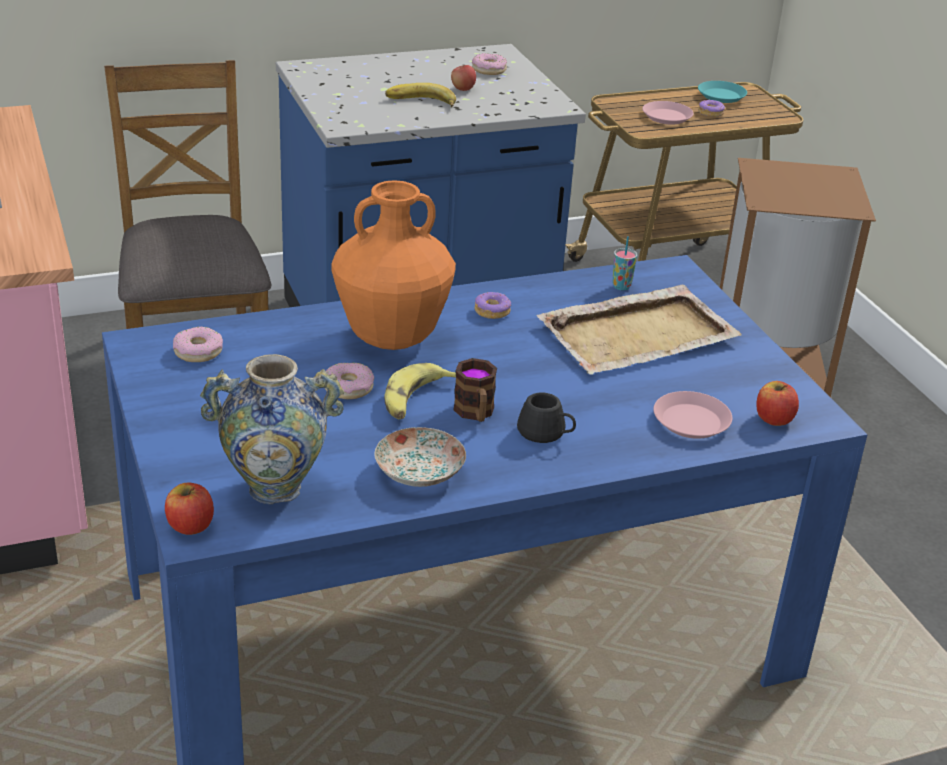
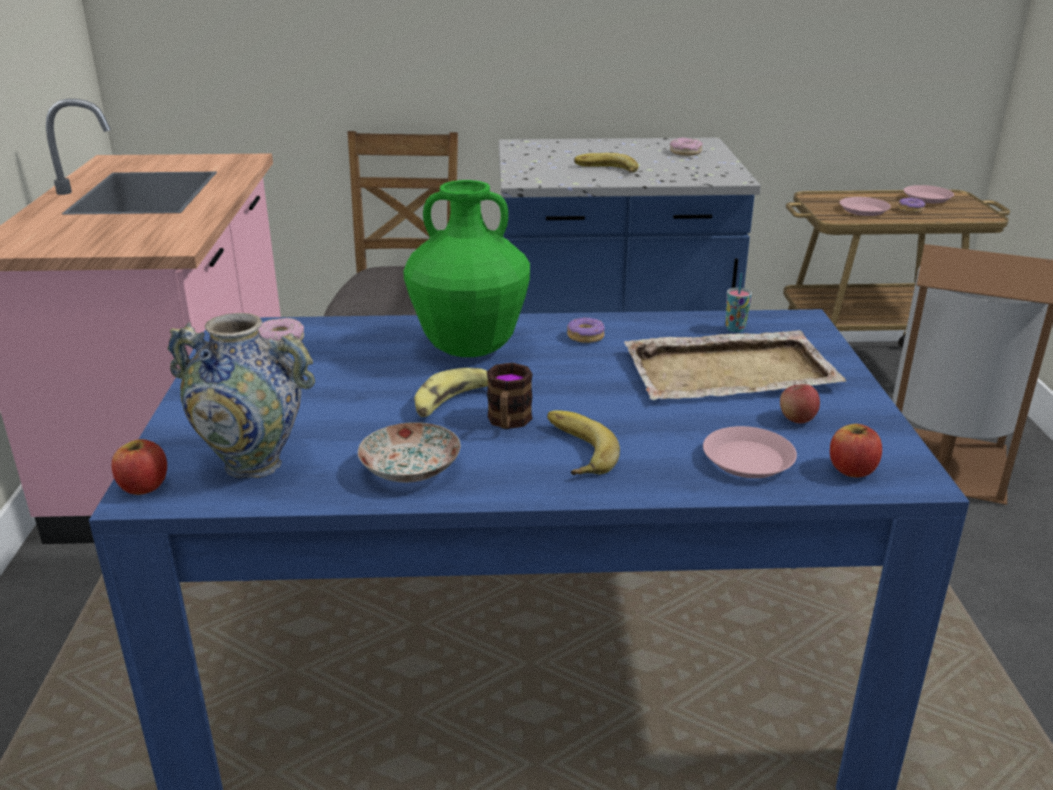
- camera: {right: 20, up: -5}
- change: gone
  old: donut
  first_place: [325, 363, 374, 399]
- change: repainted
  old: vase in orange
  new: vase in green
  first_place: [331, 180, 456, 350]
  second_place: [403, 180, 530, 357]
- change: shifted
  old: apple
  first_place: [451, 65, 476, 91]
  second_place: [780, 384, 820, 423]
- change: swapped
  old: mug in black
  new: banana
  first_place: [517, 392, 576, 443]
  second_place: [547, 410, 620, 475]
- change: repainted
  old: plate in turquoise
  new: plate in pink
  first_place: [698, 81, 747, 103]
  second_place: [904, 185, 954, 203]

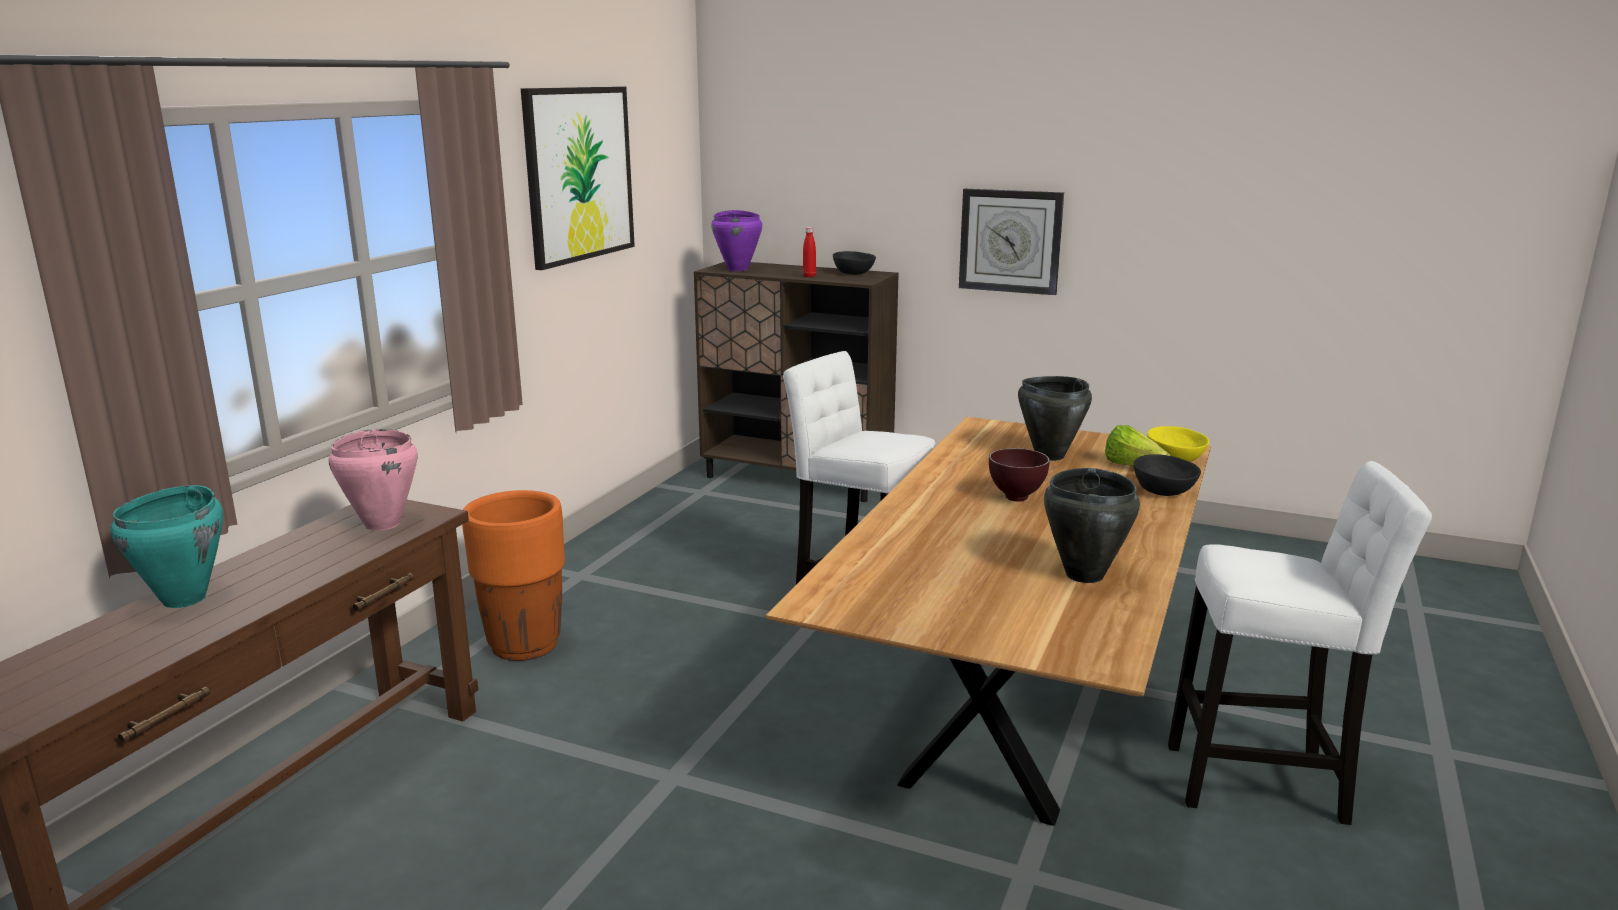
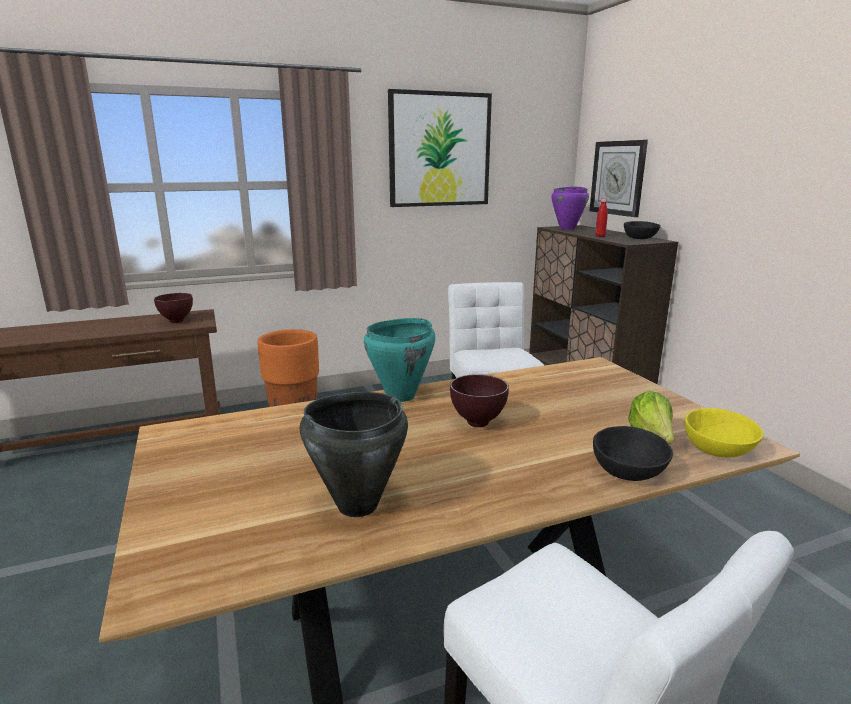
- camera: {right: 45, up: 0}
- change: shifted
  old: cooking pot in turquoise
  first_place: [110, 485, 223, 608]
  second_place: [364, 318, 435, 402]
- change: swapped
  old: cooking pot in pink
  new: bowl in brown
  first_place: [328, 429, 417, 531]
  second_place: [154, 293, 193, 323]
- change: shifted
  old: wall clock
  first_place: [959, 189, 1064, 295]
  second_place: [590, 140, 648, 217]
- change: gone
  old: cooking pot in black
  first_place: [1018, 376, 1092, 461]

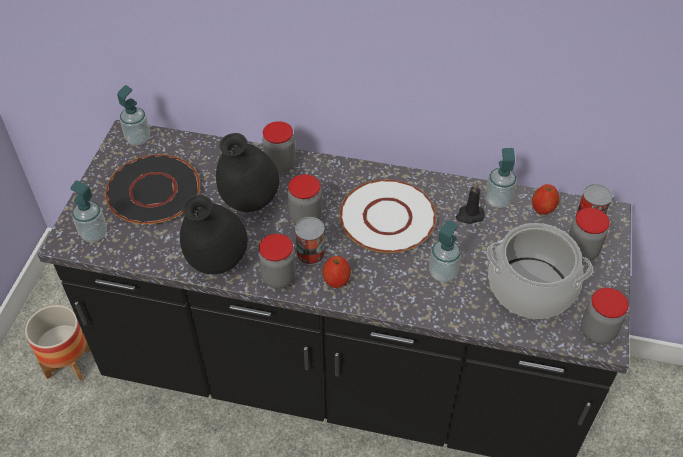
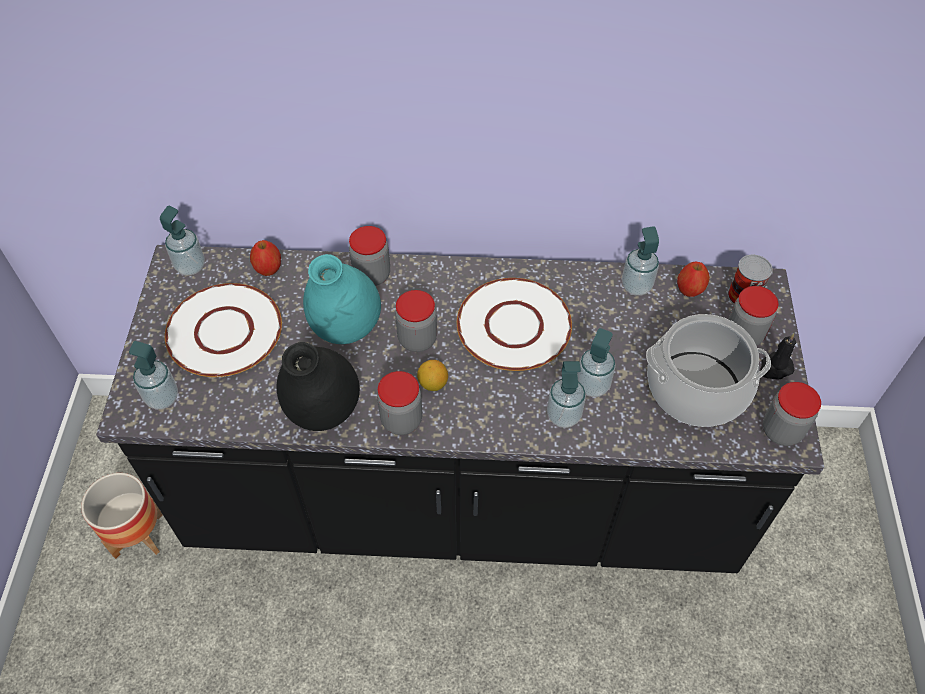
- camera: {right: -10, up: 5}
- change: repainted
  old: plate in black
  new: plate in white
  first_place: [105, 155, 200, 224]
  second_place: [165, 283, 282, 377]
- change: repainted
  old: vase in black
  new: vase in turquoise
  first_place: [216, 133, 279, 212]
  second_place: [303, 254, 381, 344]
- change: swapped
  old: can
  new: lemon
  first_place: [295, 217, 325, 265]
  second_place: [417, 360, 448, 391]
- change: shifted
  old: apple
  first_place: [323, 256, 351, 288]
  second_place: [250, 240, 281, 276]
- change: shifted
  old: candle in black
  first_place: [456, 183, 485, 224]
  second_place: [760, 333, 796, 380]
- change: new
  new: soap dispenser
  second_place: [547, 361, 586, 428]

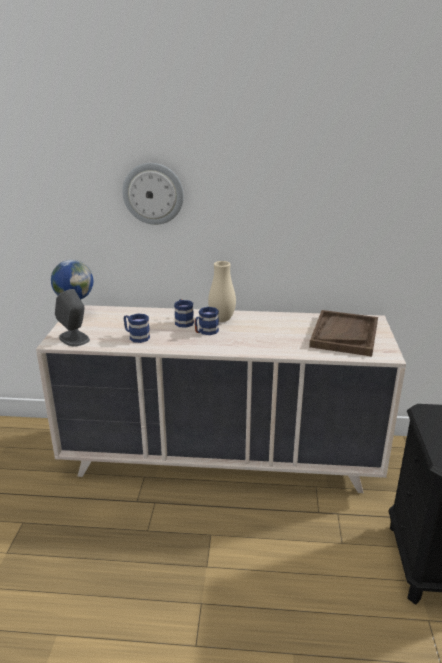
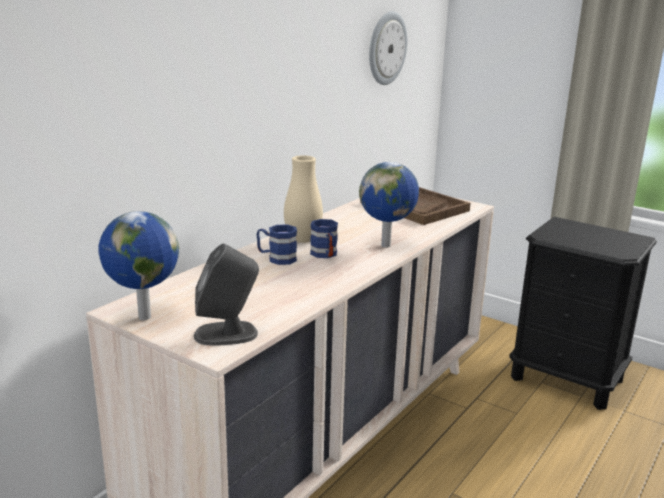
- camera: {right: -60, up: -5}
- change: shifted
  old: wall clock
  first_place: [122, 163, 184, 225]
  second_place: [369, 11, 407, 85]
- change: gone
  old: mug in blue
  first_place: [124, 314, 150, 343]
- change: new
  new: globe
  second_place: [359, 162, 419, 248]

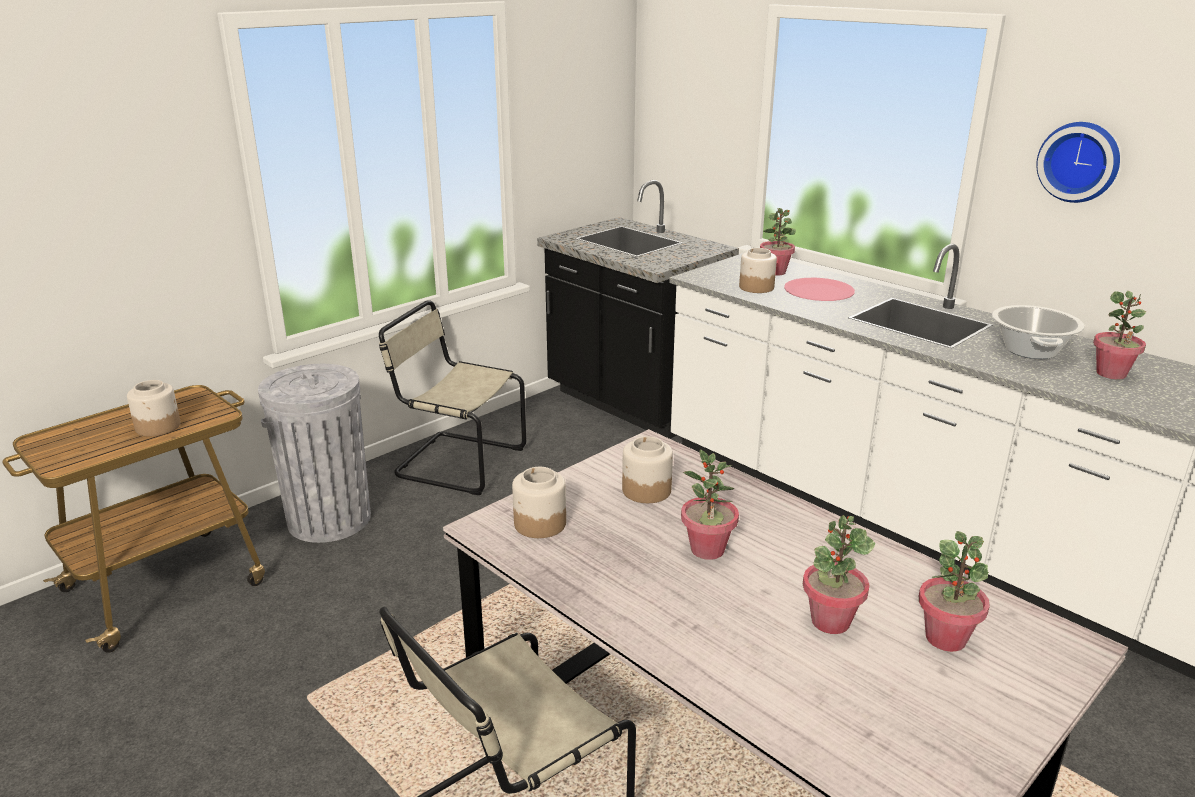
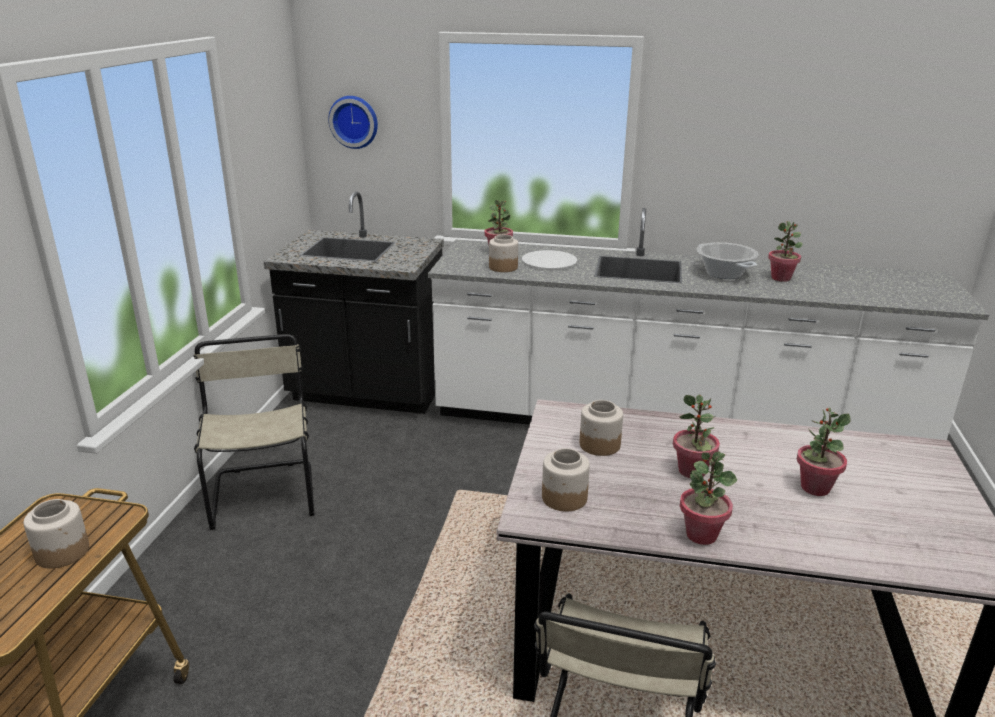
- camera: {right: -35, up: 0}
- change: gone
  old: trash can in grey
  first_place: [258, 364, 371, 543]
- change: rotated
  old: chair in beige
  first_place: [379, 300, 526, 495]
  second_place: [193, 334, 315, 530]
  degrees: 90
- change: repainted
  old: plate in pink
  new: plate in white
  first_place: [784, 278, 855, 301]
  second_place: [522, 250, 577, 269]
- change: shifted
  old: potted plant
  first_place: [919, 531, 990, 652]
  second_place: [680, 452, 737, 545]
- change: shifted
  old: wall clock
  first_place: [1036, 122, 1120, 203]
  second_place: [328, 96, 378, 149]

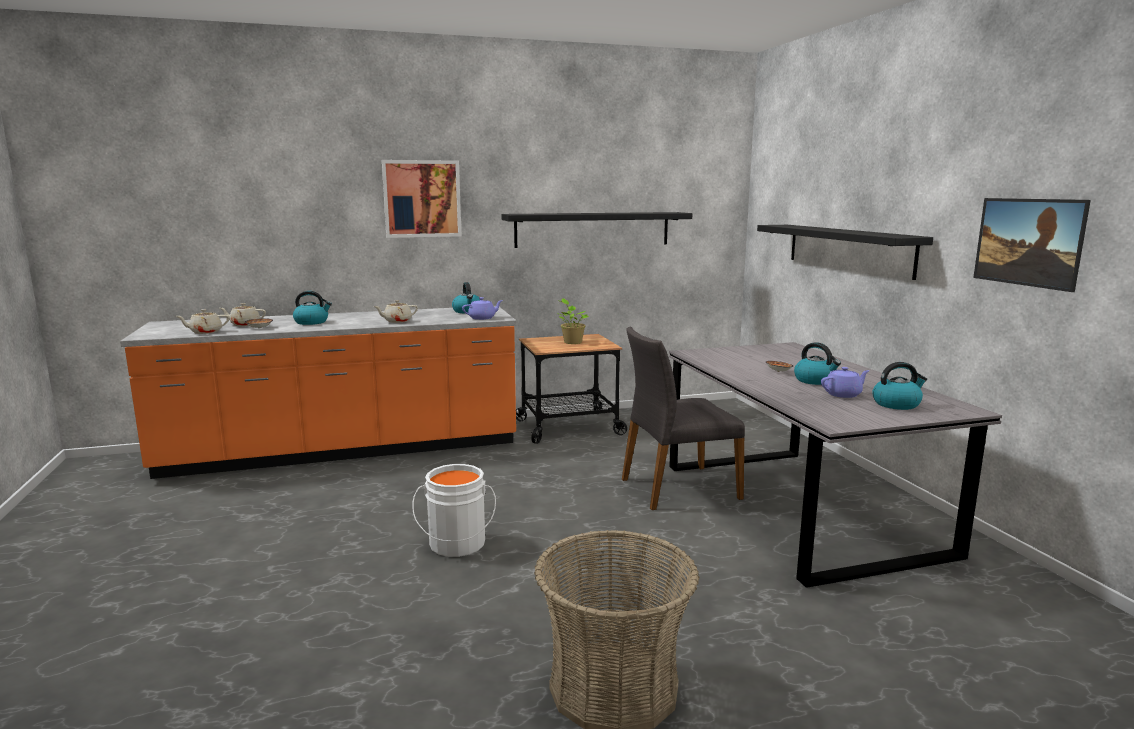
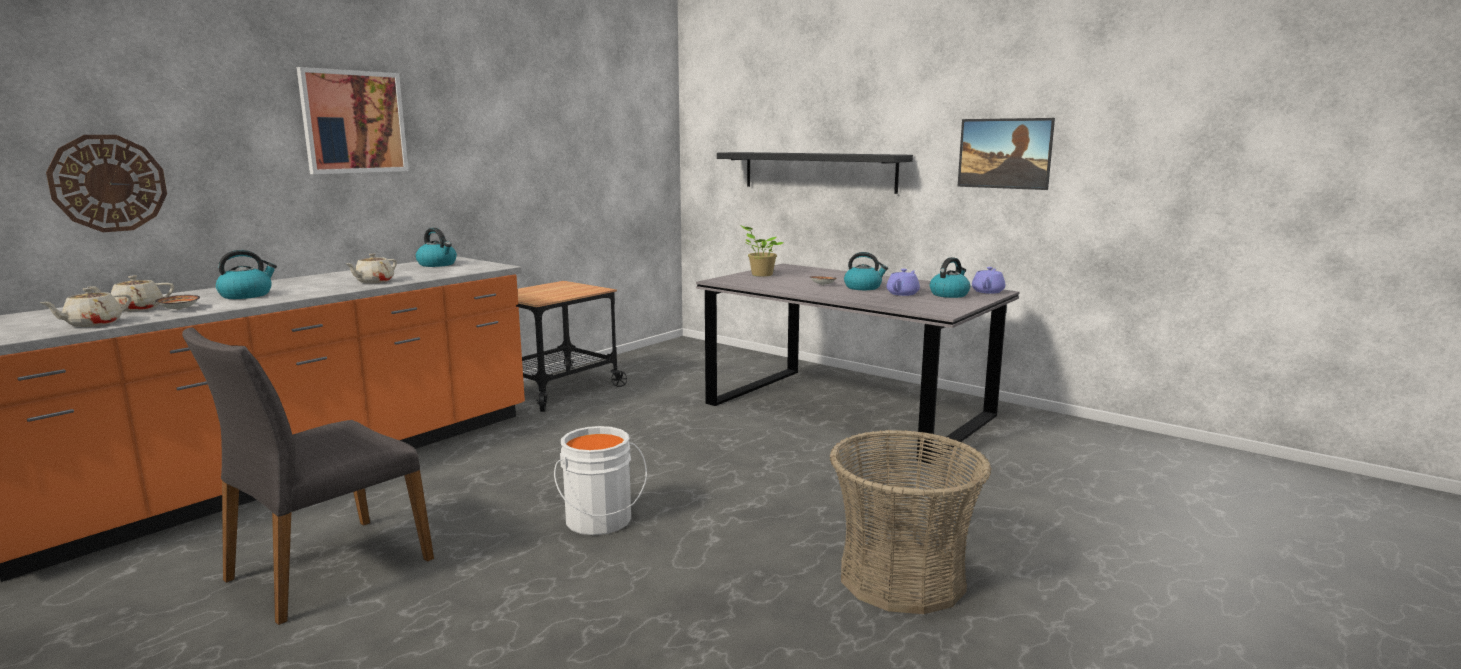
- camera: {right: -35, up: 0}
- change: shifted
  old: teapot in purple
  first_place: [462, 297, 503, 320]
  second_place: [972, 267, 1005, 294]
- change: gone
  old: shelf in black
  first_place: [501, 212, 692, 248]
- change: shifted
  old: potted plant
  first_place: [559, 298, 589, 344]
  second_place: [740, 225, 784, 277]
- change: shifted
  old: chair in grey
  first_place: [622, 327, 745, 510]
  second_place: [182, 327, 434, 625]
- change: new
  new: wall clock
  second_place: [46, 135, 167, 232]

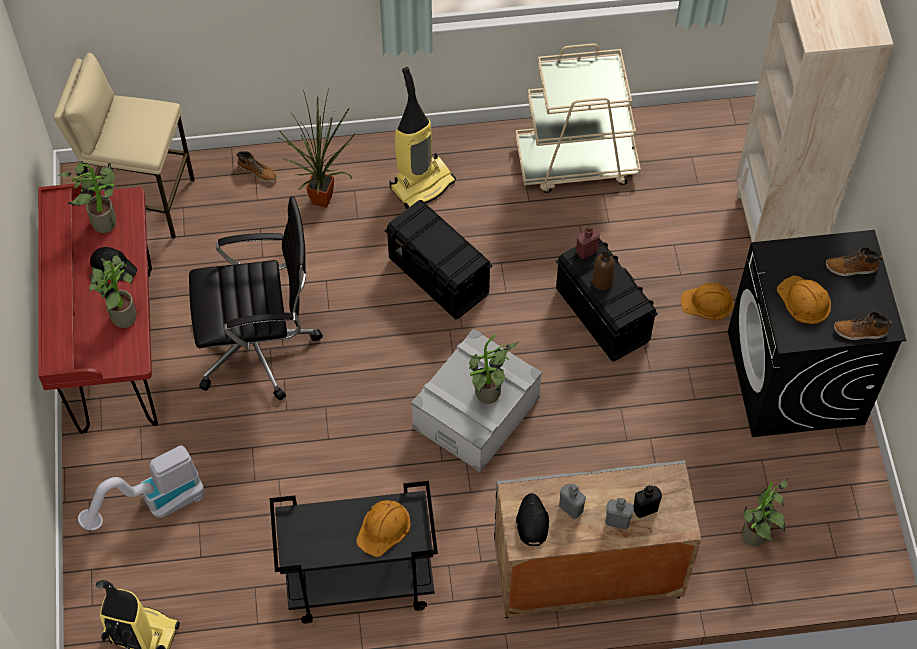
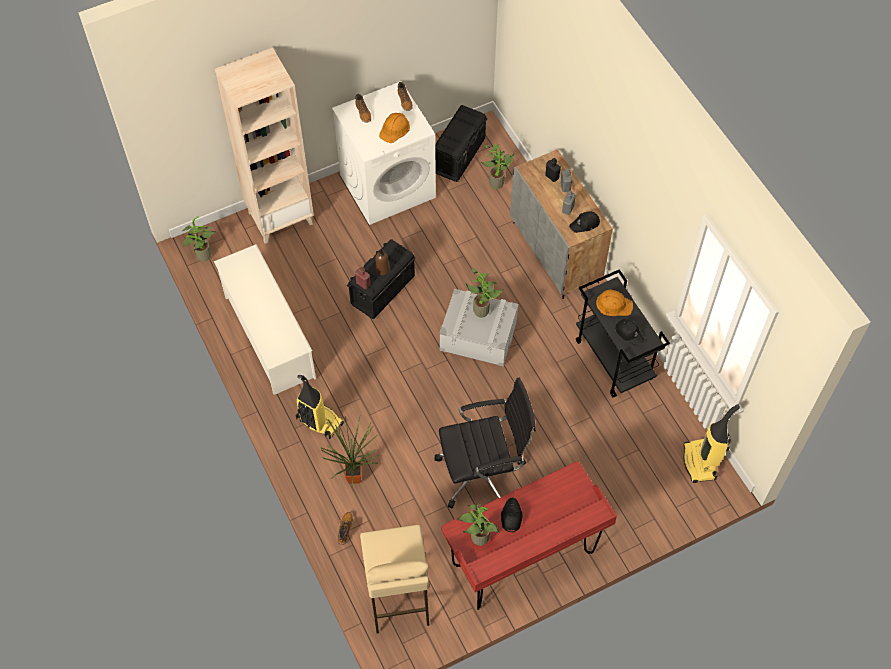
- camera: {right: -110, up: 0}
- change: gone
  old: vacuum cleaner
  first_place: [78, 445, 205, 530]
- change: shifted
  old: potted plant
  first_place: [89, 255, 137, 328]
  second_place: [183, 216, 216, 262]
- change: rotated
  old: office chair in black
  first_place: [189, 196, 323, 401]
  second_place: [434, 378, 536, 509]
  degrees: 105
- change: shifted
  old: storage box in black
  first_place: [385, 200, 493, 319]
  second_place: [435, 105, 488, 182]
- change: swapped
  old: cart in beige
  new: shoe rack in white
  first_place: [515, 44, 641, 193]
  second_place: [214, 244, 316, 395]
- change: gone
  old: hard hat in orange
  first_place: [681, 283, 734, 320]
- change: repainted
  old: washing machine in black
  new: washing machine in white
  first_place: [728, 230, 906, 437]
  second_place: [332, 81, 436, 225]
- change: new
  new: cap in black
  second_place: [616, 319, 644, 346]

